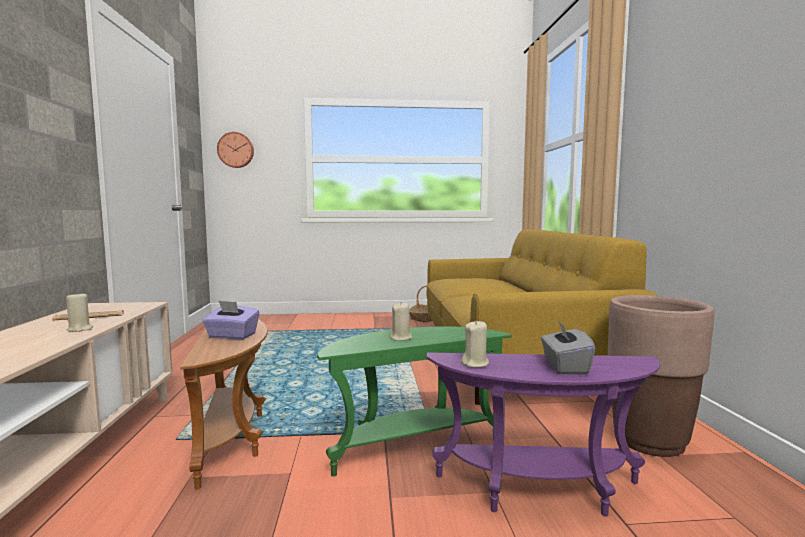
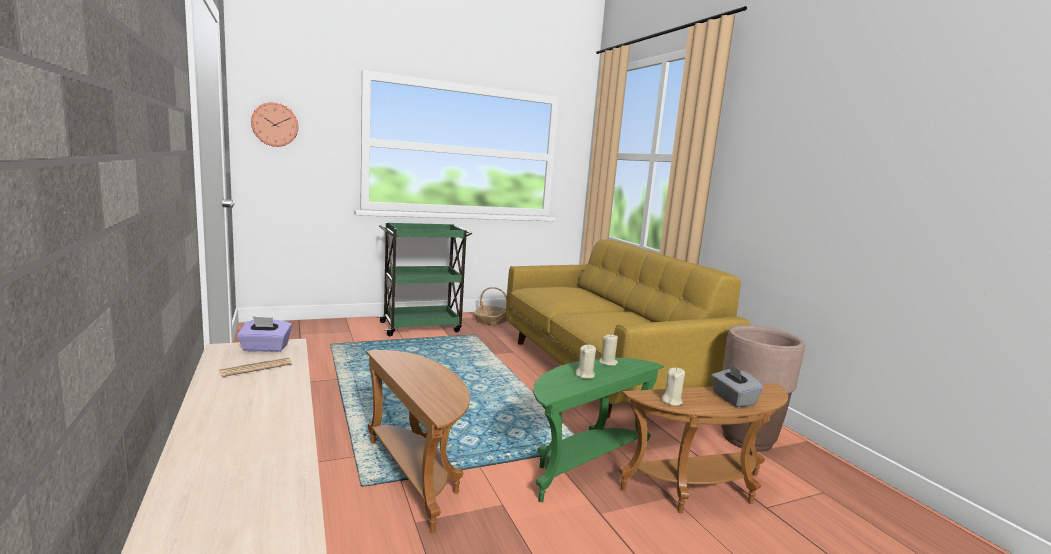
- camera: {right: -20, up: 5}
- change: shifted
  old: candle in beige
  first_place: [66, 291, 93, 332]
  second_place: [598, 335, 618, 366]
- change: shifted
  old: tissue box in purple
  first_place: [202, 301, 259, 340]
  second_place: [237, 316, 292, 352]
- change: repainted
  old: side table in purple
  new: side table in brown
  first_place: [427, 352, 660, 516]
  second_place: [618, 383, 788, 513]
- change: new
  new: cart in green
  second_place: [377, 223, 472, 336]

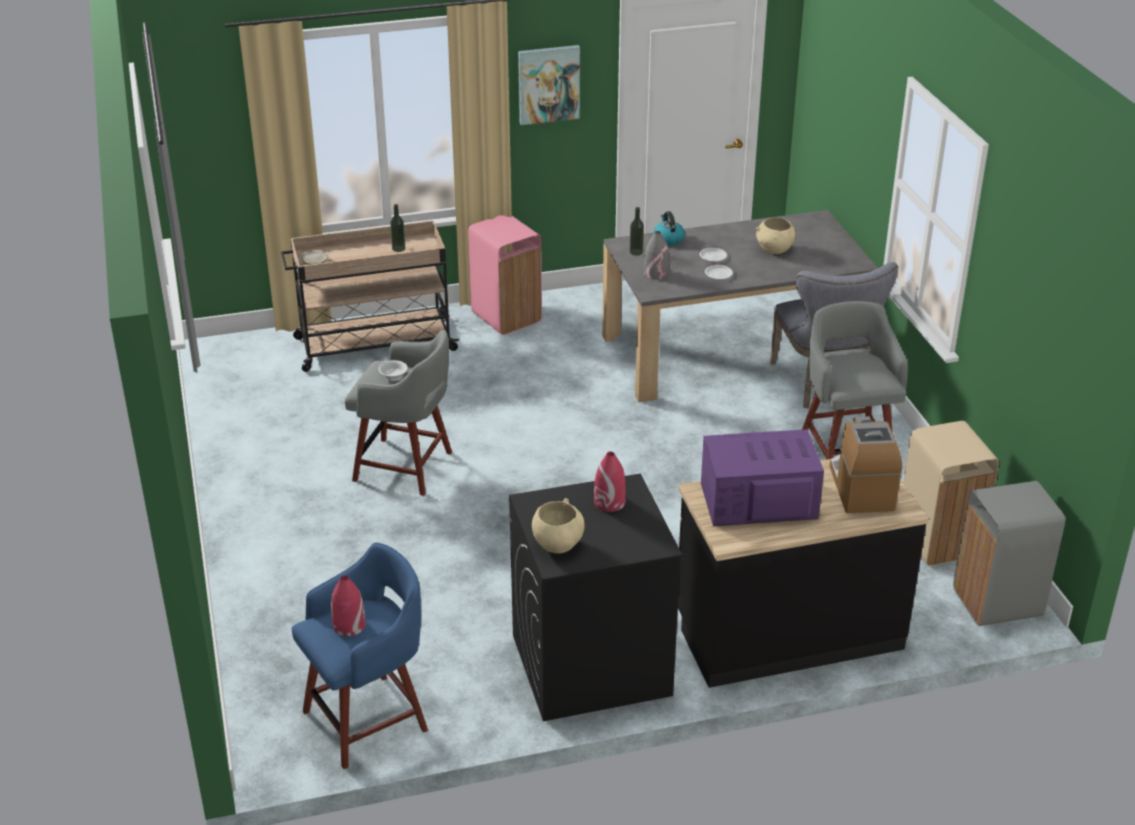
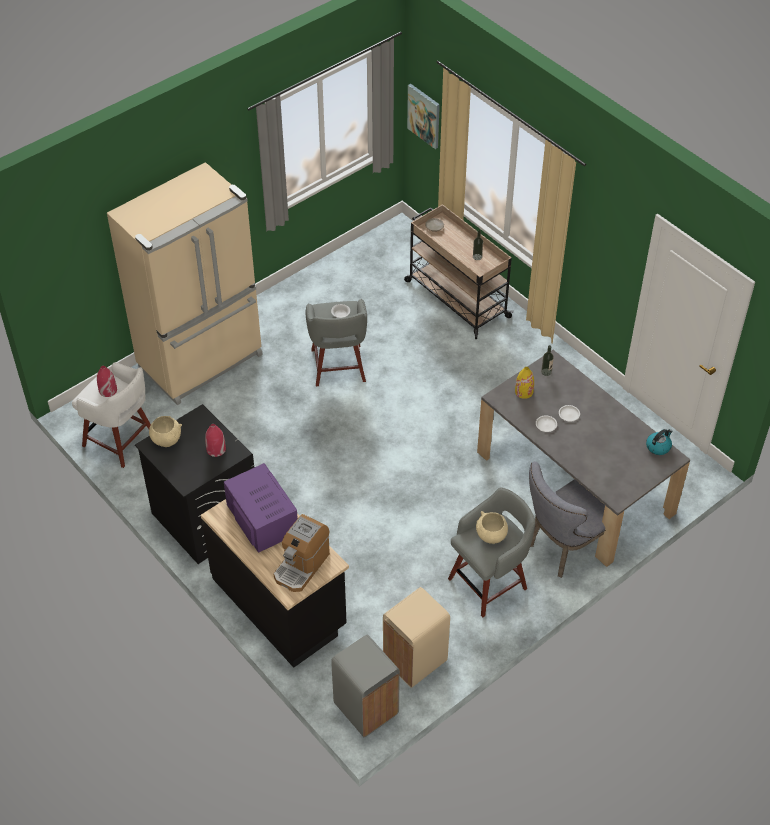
- camera: {right: 65, up: 15}
- change: repainted
  old: stool in blue
  new: stool in white
  first_place: [292, 543, 428, 769]
  second_place: [72, 362, 151, 468]
- change: gone
  old: trash can in pink
  first_place: [468, 215, 542, 335]
- change: shifted
  old: picture
  first_place: [518, 45, 580, 125]
  second_place: [407, 84, 440, 149]
- change: repainted
  old: vase in grey
  new: vase in yellow
  first_place: [644, 231, 669, 280]
  second_place: [515, 367, 534, 399]
- change: shifted
  old: kettle
  first_place: [653, 211, 685, 246]
  second_place: [646, 429, 673, 455]
- change: shifted
  old: bowl in beige
  first_place: [756, 218, 796, 254]
  second_place: [476, 511, 508, 544]
- change: rotated
  old: coffee machine
  first_place: [830, 416, 902, 513]
  second_place: [273, 514, 330, 592]
  degrees: 150
- change: new
  new: fridge in beige
  second_place: [107, 162, 263, 405]

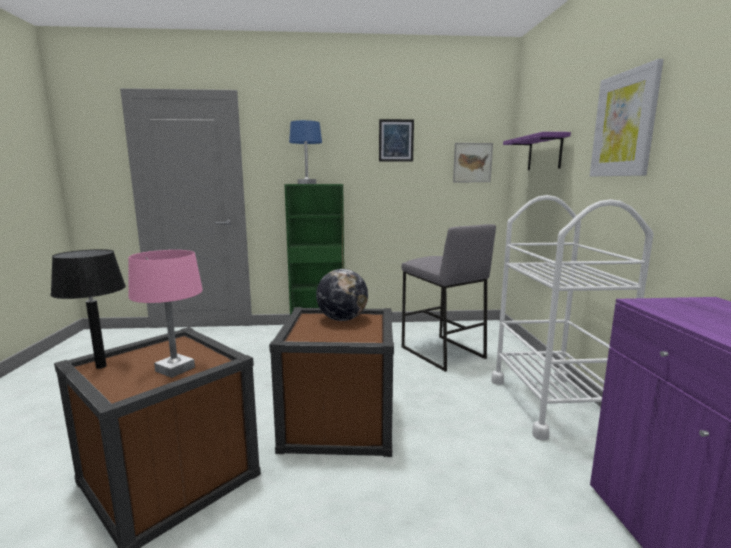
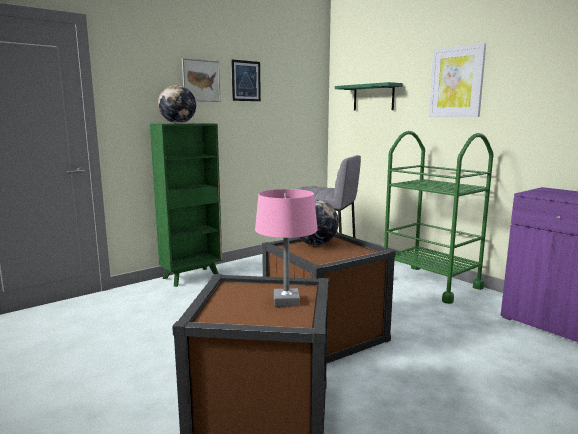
- camera: {right: -35, up: 0}
- change: gone
  old: table lamp in black
  first_place: [50, 249, 126, 369]
- change: swapped
  old: table lamp in blue
  new: globe
  first_place: [289, 120, 322, 184]
  second_place: [158, 85, 196, 124]
- change: shifted
  old: picture
  first_place: [453, 143, 493, 182]
  second_place: [182, 58, 220, 102]
- change: repainted
  old: cart in white
  new: cart in green
  first_place: [491, 195, 654, 441]
  second_place: [384, 131, 494, 304]
- change: repainted
  old: shelf in purple
  new: shelf in green
  first_place: [503, 132, 571, 170]
  second_place: [335, 82, 403, 111]

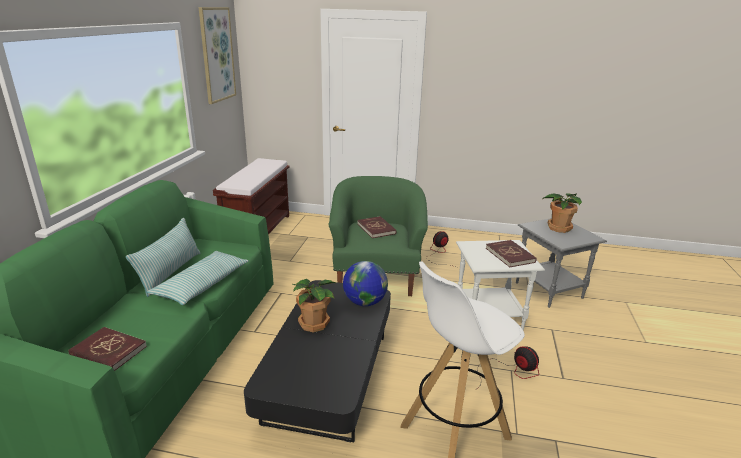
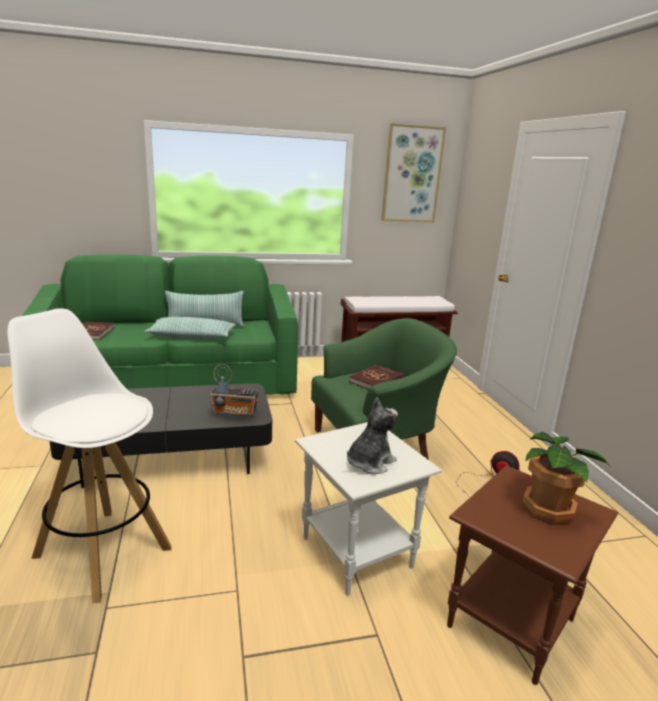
- camera: {right: 65, up: -5}
- change: gone
  old: potted plant
  first_place: [293, 279, 335, 333]
- change: swapped
  old: globe
  new: radio
  first_place: [343, 261, 388, 306]
  second_place: [210, 364, 258, 418]
- change: gone
  old: fan
  first_place: [475, 346, 539, 390]
- change: swapped
  old: book in red
  new: plush toy
  first_place: [486, 240, 537, 267]
  second_place: [347, 397, 398, 474]
- change: repainted
  old: side table in grey
  new: side table in brown
  first_place: [516, 218, 607, 308]
  second_place: [447, 465, 618, 685]

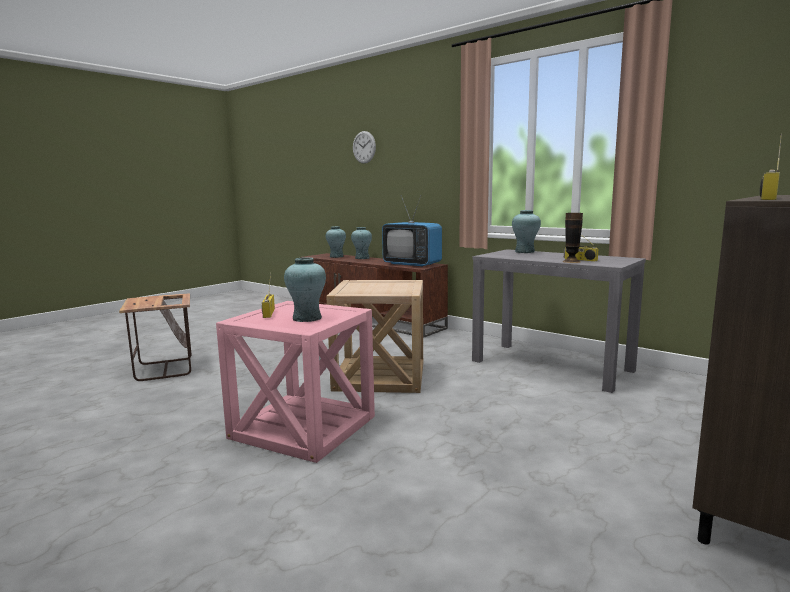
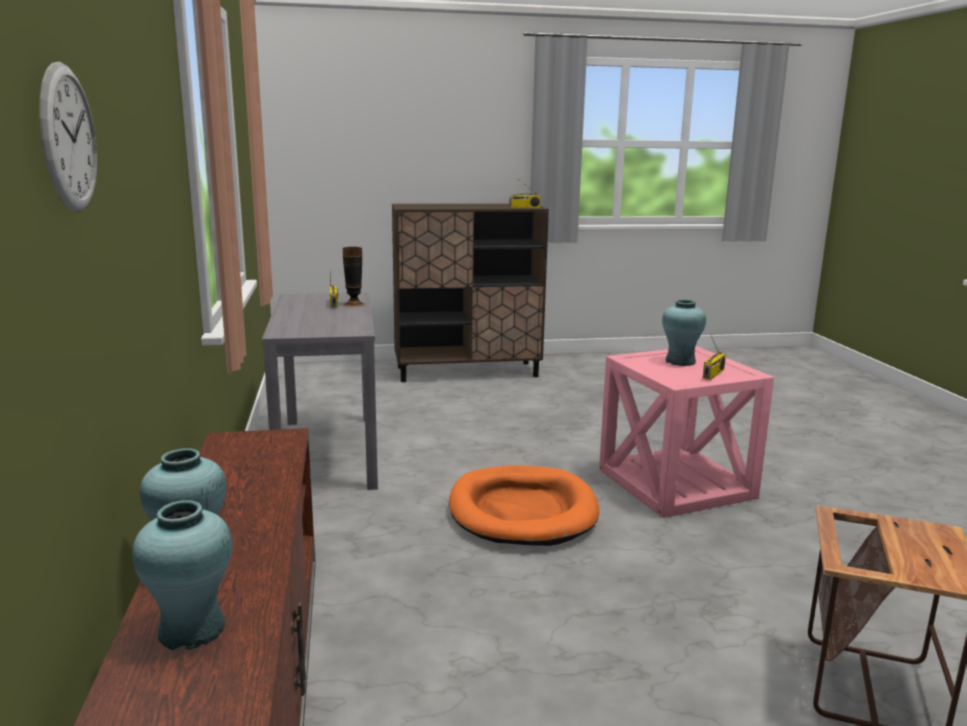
- camera: {right: -140, up: 5}
- change: swapped
  old: side table in beige
  new: dog bed in orange
  first_place: [326, 280, 423, 393]
  second_place: [449, 465, 599, 546]
- change: gone
  old: television
  first_place: [382, 196, 442, 267]
- change: gone
  old: vase in turquoise
  first_place: [512, 210, 541, 253]

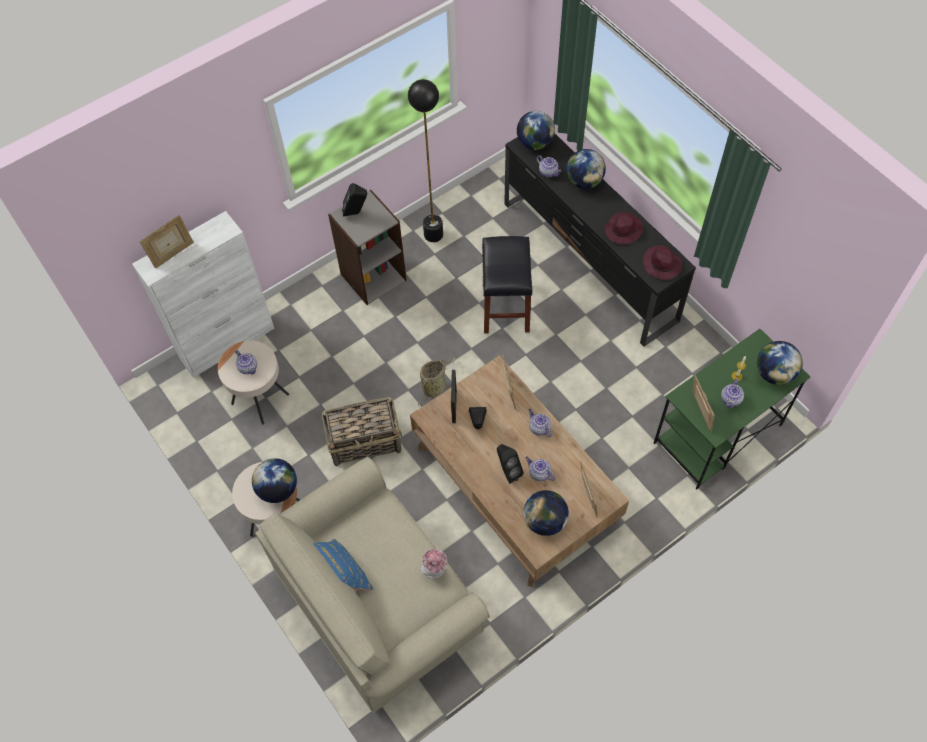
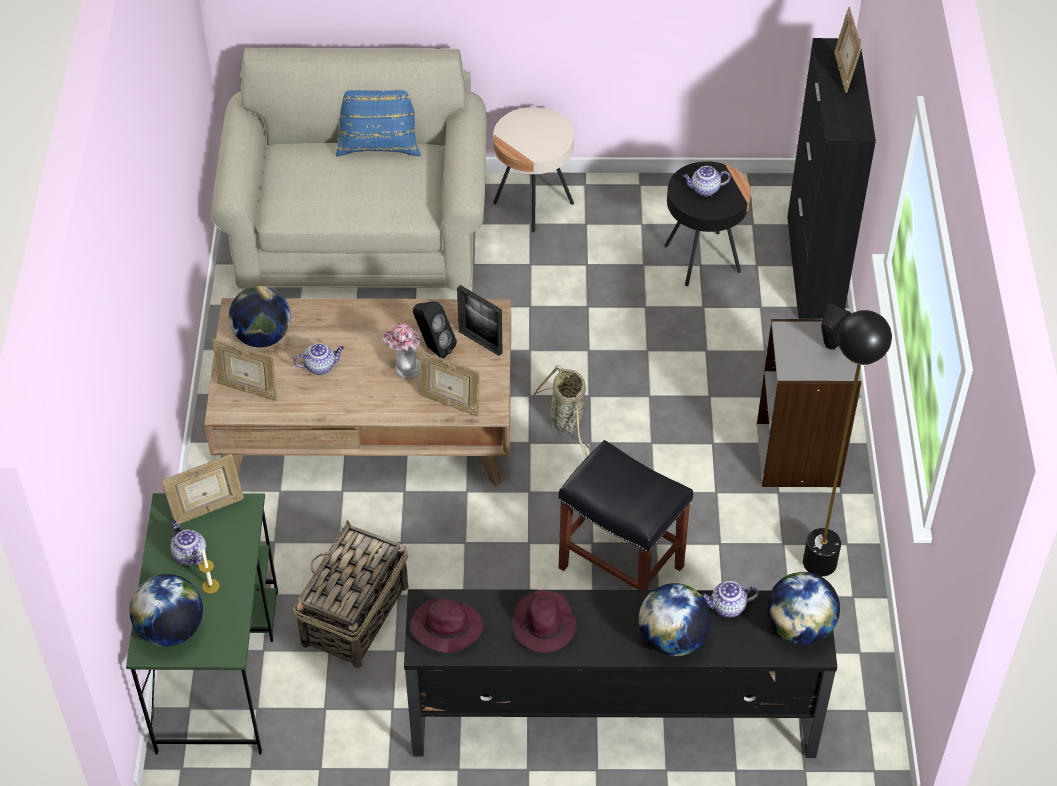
- camera: {right: 125, up: -10}
- change: repainted
  old: cabinet in white
  new: cabinet in black
  first_place: [132, 211, 274, 378]
  second_place: [787, 38, 876, 319]
- change: repainted
  old: side table in beige
  new: side table in black
  first_place: [218, 341, 289, 425]
  second_place: [664, 162, 751, 286]
- change: gone
  old: globe
  first_place: [252, 458, 297, 503]
- change: shifted
  old: basket
  first_place: [322, 397, 402, 466]
  second_place: [293, 520, 408, 668]
- change: shifted
  old: hat
  first_place: [420, 549, 447, 579]
  second_place: [383, 323, 420, 378]
- change: gone
  old: speaker in black
  first_place: [497, 444, 524, 484]
- change: gone
  old: teapot
  first_place: [529, 409, 552, 437]
- change: rotated
  old: picture frame
  first_place: [692, 375, 714, 432]
  second_place: [161, 454, 244, 524]
  degrees: -45

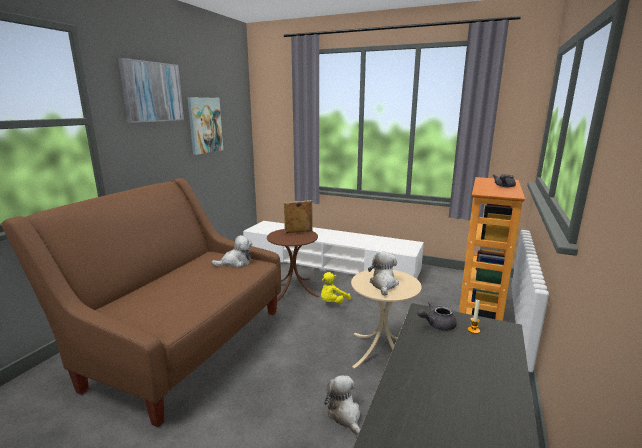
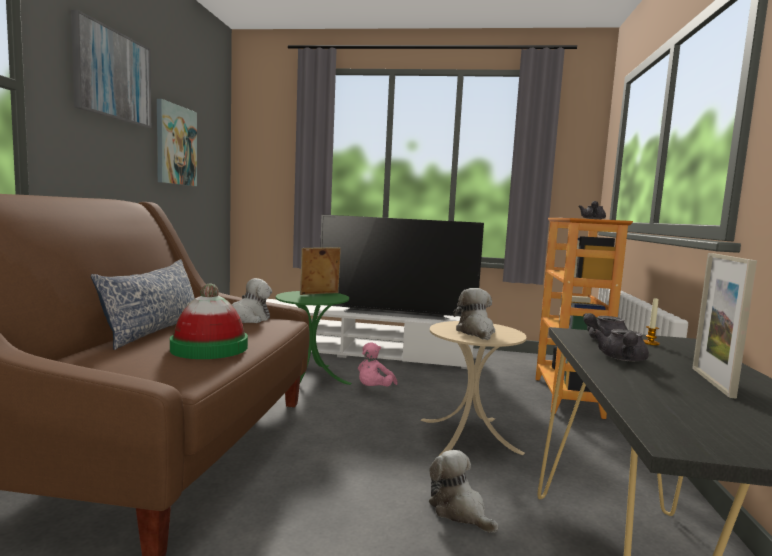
- camera: {right: -15, up: -10}
- change: repainted
  old: side table in brown
  new: side table in green
  first_place: [267, 229, 319, 302]
  second_place: [275, 291, 352, 385]
- change: repainted
  old: plush toy in yellow
  new: plush toy in pink
  first_place: [321, 272, 351, 303]
  second_place: [358, 342, 398, 386]
- change: new
  new: pillow
  second_place: [91, 259, 195, 350]
- change: new
  new: hat
  second_place: [170, 284, 248, 359]
- change: new
  new: television
  second_place: [321, 215, 484, 321]
- change: new
  new: teapot in grey
  second_place: [593, 329, 649, 362]
- change: new
  new: picture frame
  second_place: [692, 253, 757, 399]

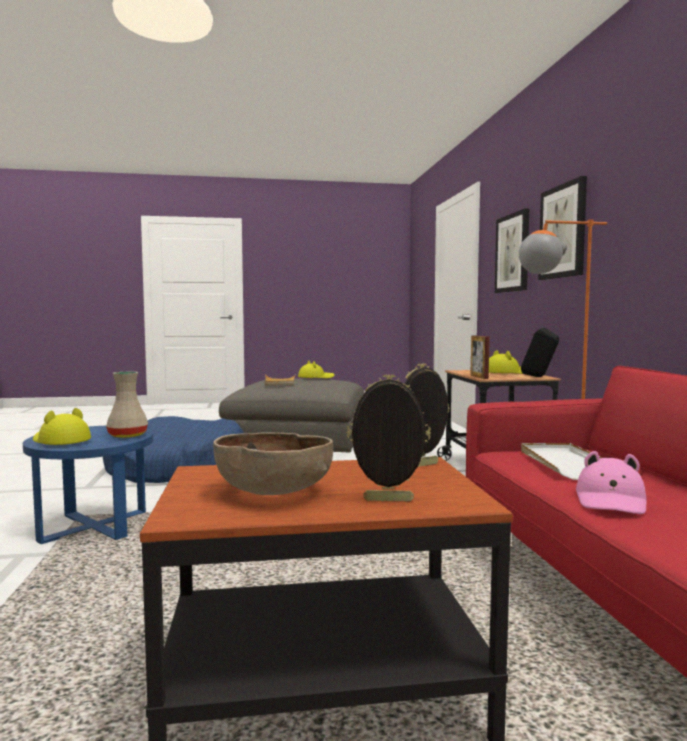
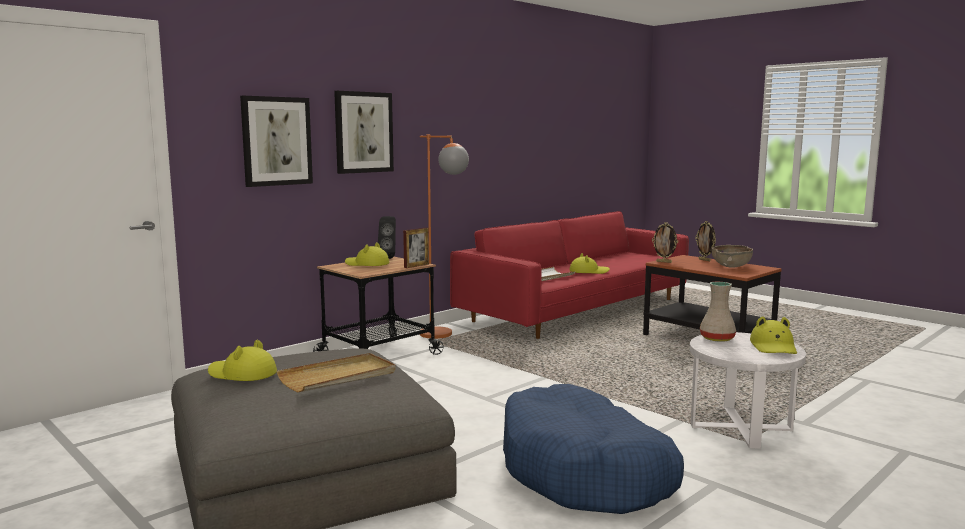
- camera: {right: -125, up: 5}
- change: repainted
  old: side table in blue
  new: side table in white
  first_place: [23, 426, 153, 544]
  second_place: [690, 332, 806, 449]
- change: repainted
  old: hat in pink
  new: hat in yellow
  first_place: [576, 451, 646, 514]
  second_place: [569, 253, 610, 274]

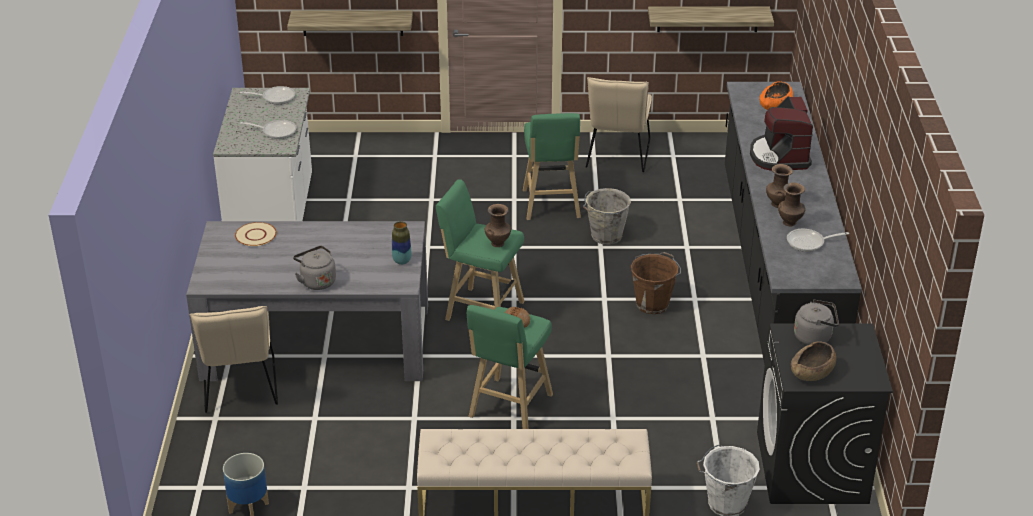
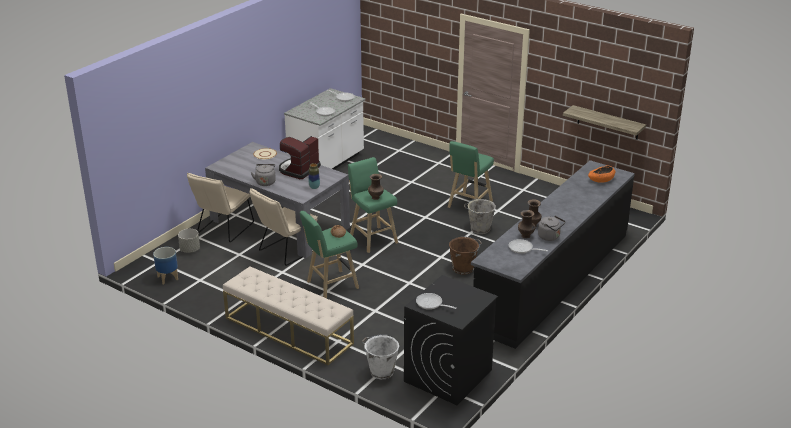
- camera: {right: 35, up: -5}
- change: gone
  old: shelf
  first_place: [287, 10, 413, 36]
- change: shifted
  old: chair in beige
  first_place: [586, 77, 652, 172]
  second_place: [250, 188, 318, 266]
- change: shifted
  old: coffee machine
  first_place: [750, 96, 813, 171]
  second_place: [279, 136, 321, 179]
- change: swapped
  old: bowl in brown
  new: frying pan
  first_place: [791, 341, 836, 381]
  second_place: [416, 293, 457, 310]
- change: shifted
  old: kettle in grey
  first_place: [794, 299, 839, 345]
  second_place: [538, 216, 565, 241]
- change: new
  new: planter in grey
  second_place: [178, 229, 200, 253]

